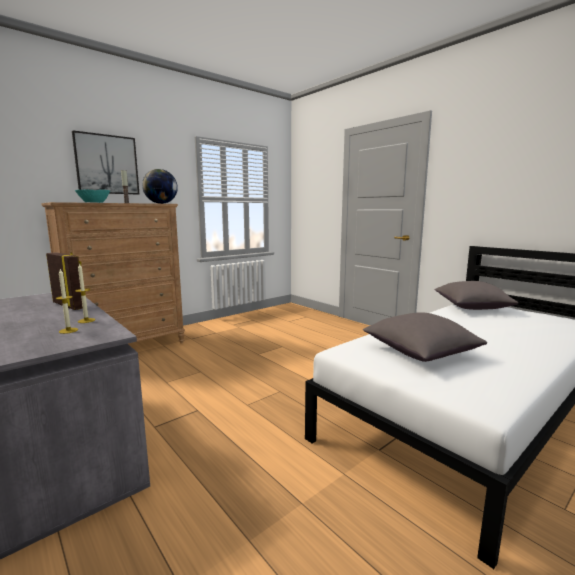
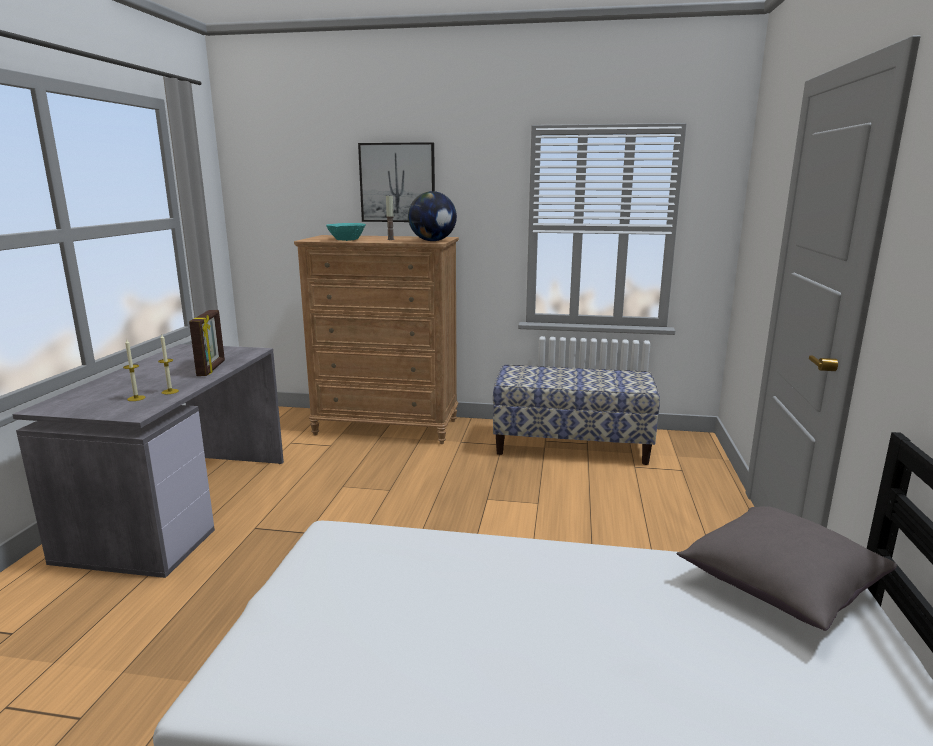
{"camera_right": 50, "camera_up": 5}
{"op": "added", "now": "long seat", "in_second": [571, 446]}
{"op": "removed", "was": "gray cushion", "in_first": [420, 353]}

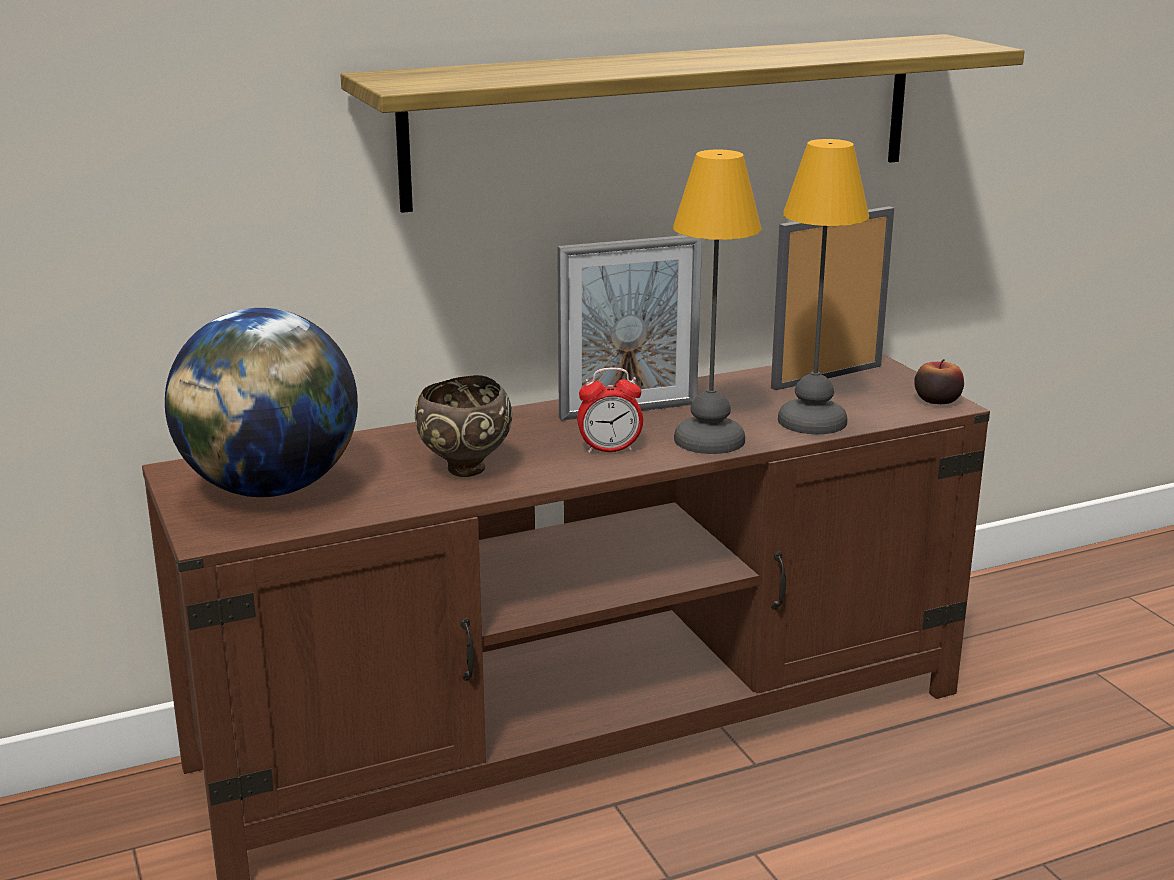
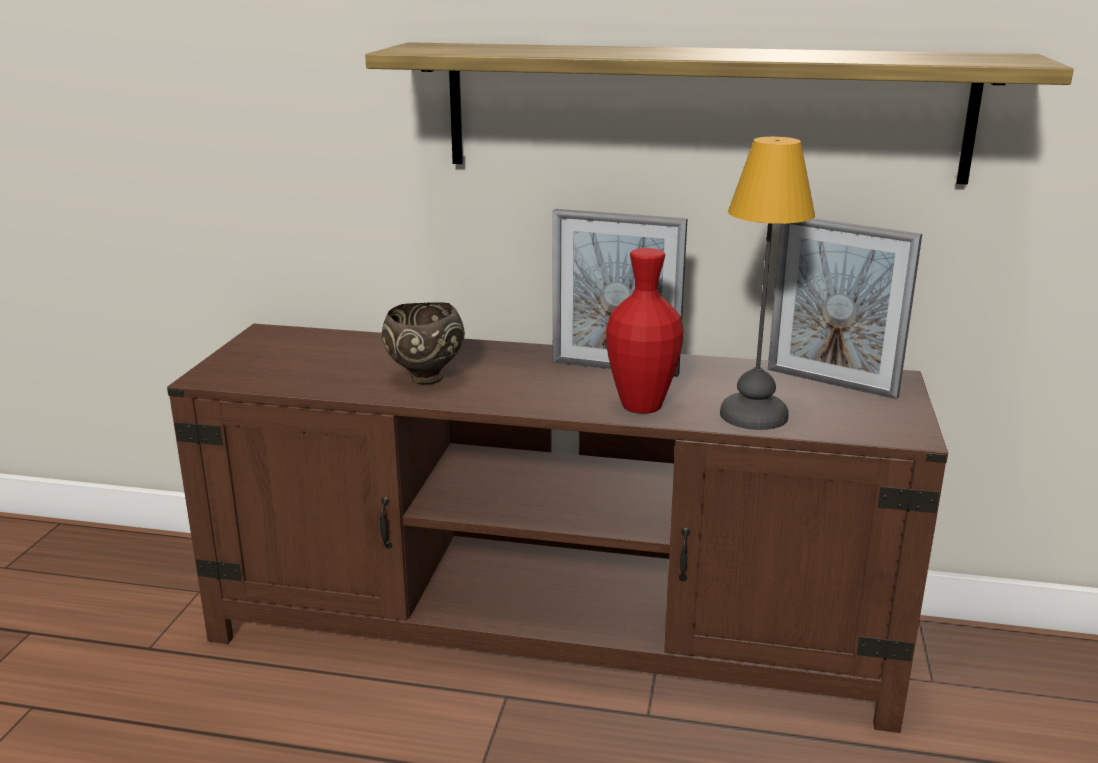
{"camera_right": 35, "camera_up": 0}
{"op": "replaced", "was": "table lamp", "now": "red vase", "in_first": [711, 439], "in_second": [641, 407]}
{"op": "turned", "was": "standing frame", "in_first": [826, 376], "in_second": [831, 383], "clockwise": -150}
{"op": "removed", "was": "desk globe", "in_first": [270, 489]}
{"op": "removed", "was": "bedside clock", "in_first": [609, 449]}
{"op": "removed", "was": "apple fruit", "in_first": [937, 400]}

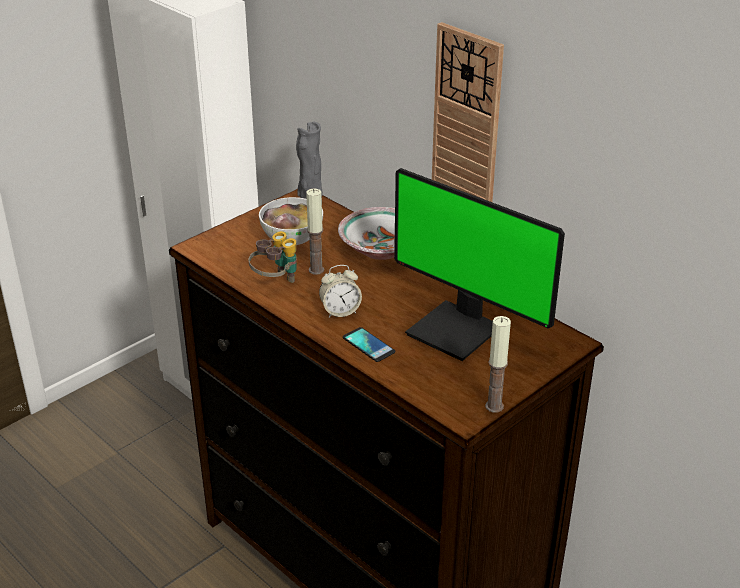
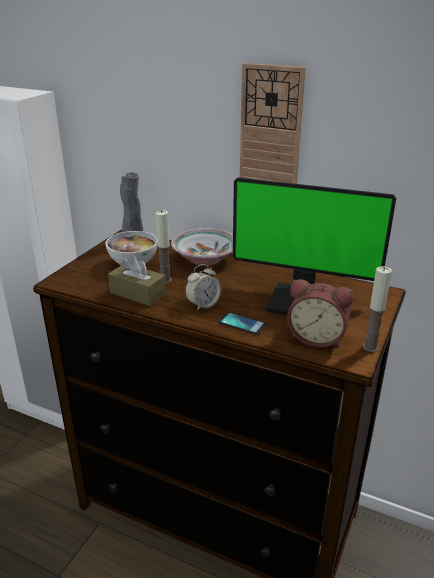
{"camera_right": -20, "camera_up": -5}
{"op": "replaced", "was": "binoculars", "now": "brownish tissue box", "in_first": [276, 281], "in_second": [138, 293]}
{"op": "added", "now": "bedside clock", "in_second": [317, 337]}

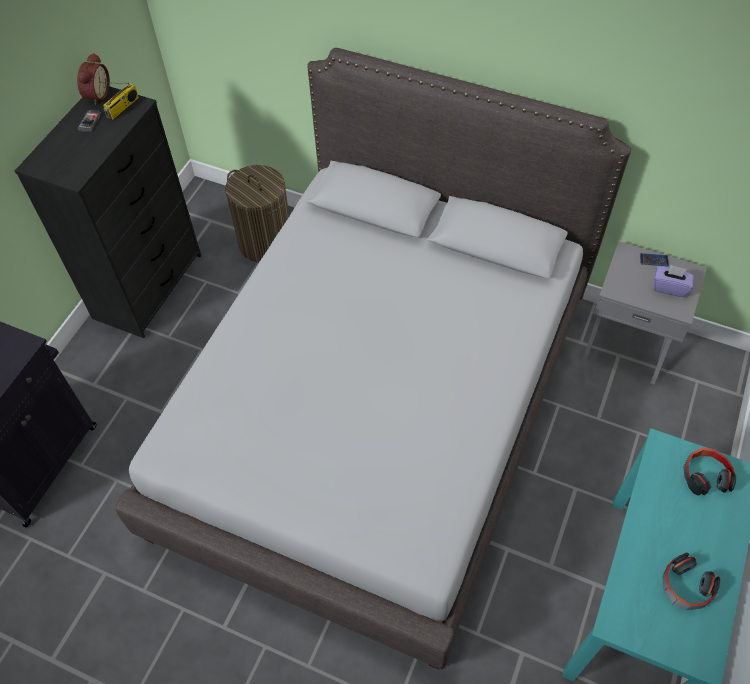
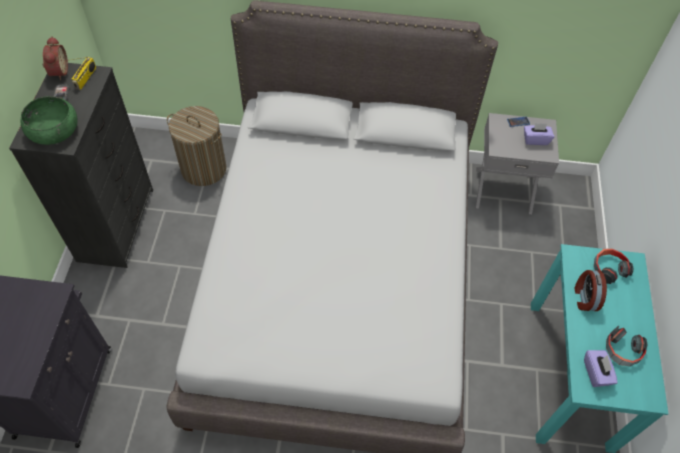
{"camera_right": -20, "camera_up": 0}
{"op": "added", "now": "greenish deep dish", "in_second": [53, 130]}
{"op": "added", "now": "bedside clock", "in_second": [584, 298]}
{"op": "added", "now": "purple-coloured tissue box", "in_second": [596, 373]}

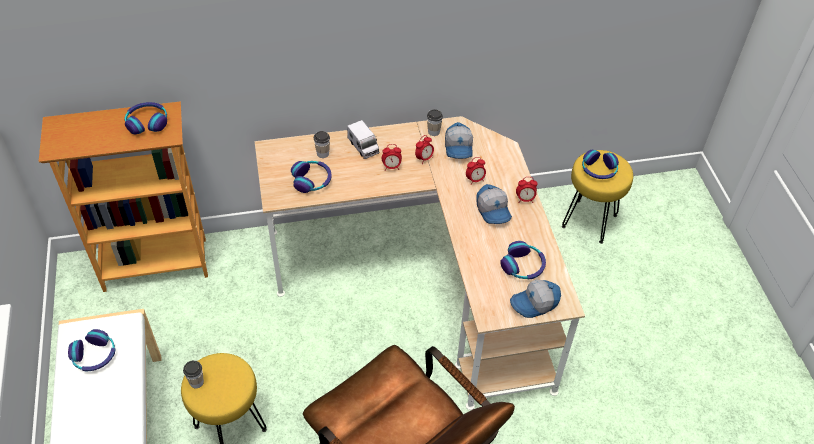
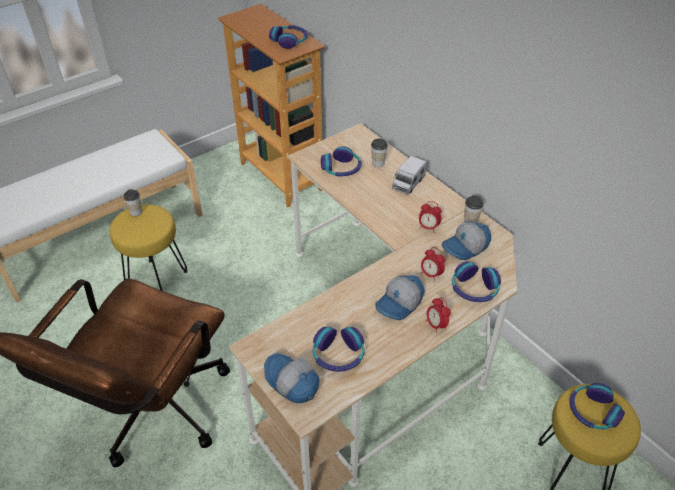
{"camera_right": 65, "camera_up": -5}
{"op": "moved", "was": "pair of headphones", "in_first": [94, 355], "in_second": [474, 289]}
{"op": "removed", "was": "bedside clock", "in_first": [391, 167]}

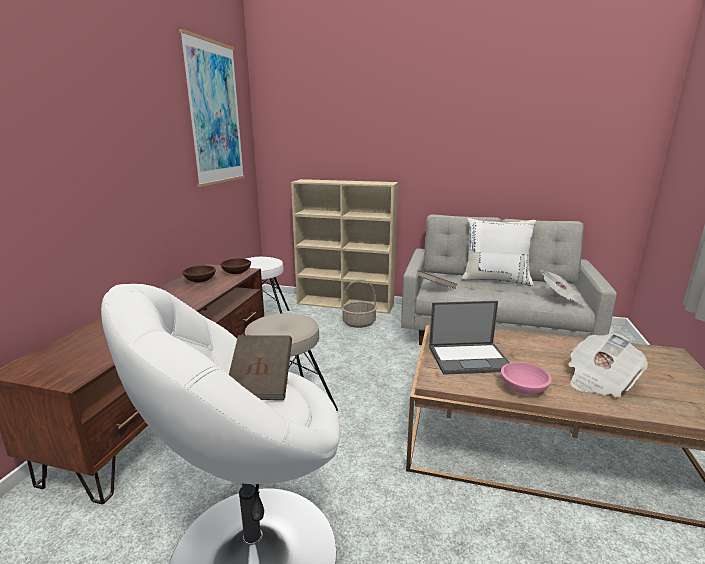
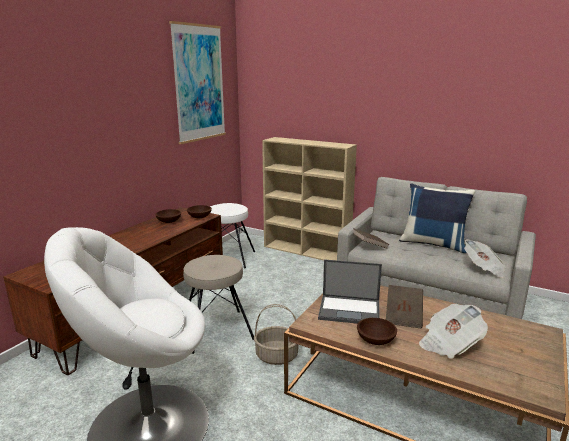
{"camera_right": 15, "camera_up": 0}
{"op": "moved", "was": "basket", "in_first": [359, 323], "in_second": [277, 356]}
{"op": "recoloured", "was": "pink-coloured deep dish", "now": "brownish deep dish", "in_first": [524, 389], "in_second": [376, 340]}
{"op": "moved", "was": "brownish volume", "in_first": [262, 382], "in_second": [403, 316]}
{"op": "recoloured", "was": "white-coloured cushion", "now": "blue cushion", "in_first": [495, 280], "in_second": [433, 244]}

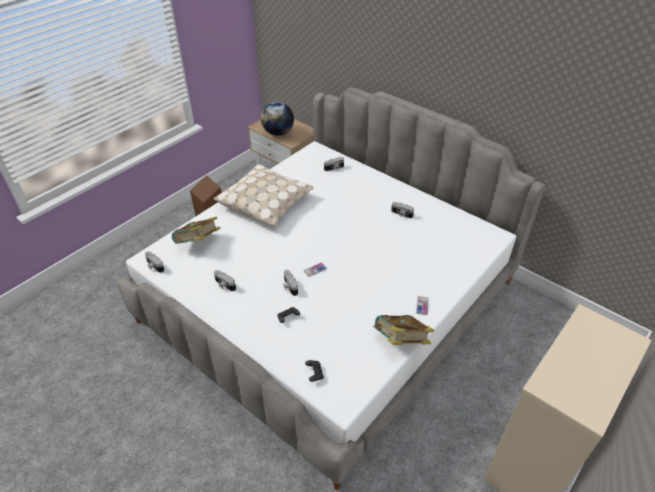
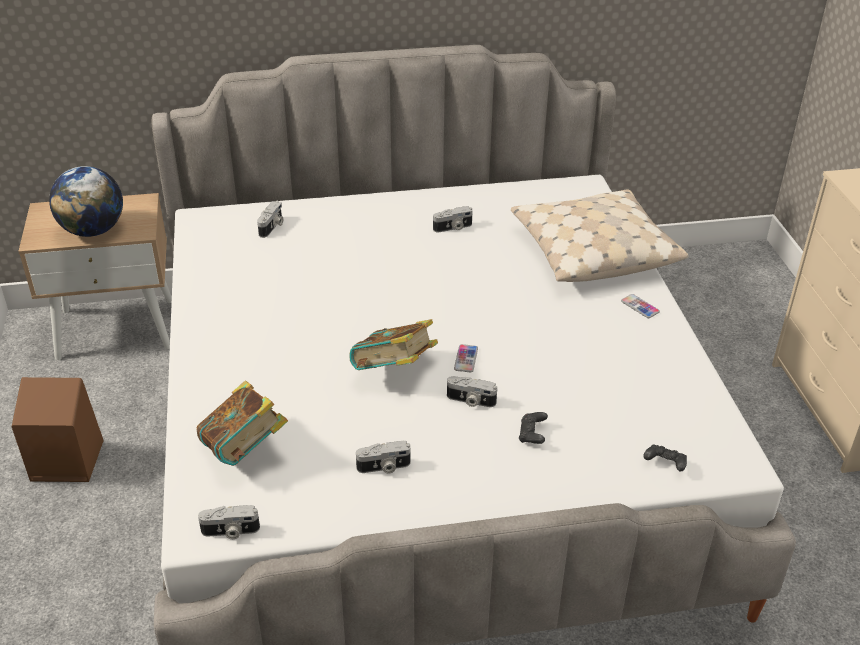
{"camera_right": -50, "camera_up": -5}
{"op": "moved", "was": "volume", "in_first": [400, 341], "in_second": [394, 371]}
{"op": "moved", "was": "sand-coloured cushion", "in_first": [265, 202], "in_second": [593, 251]}

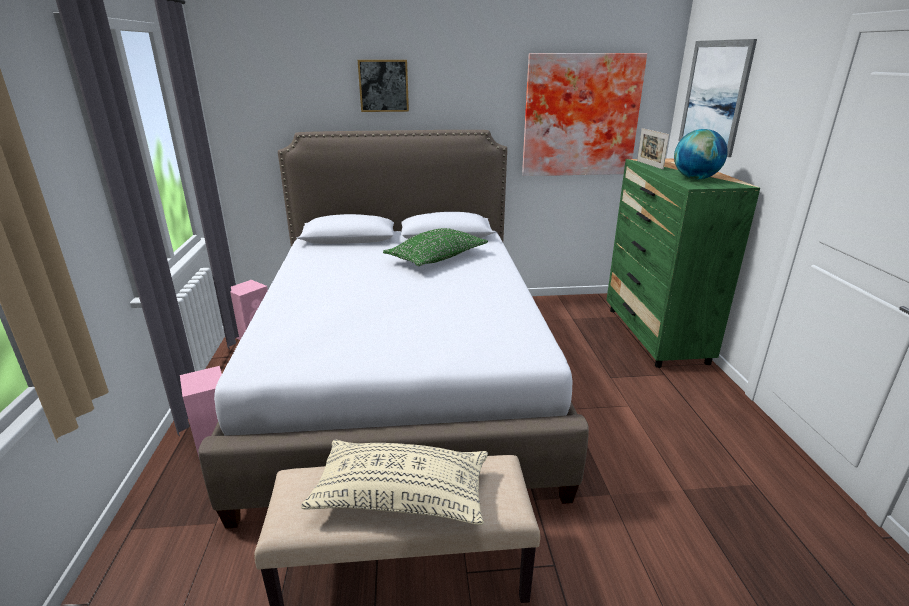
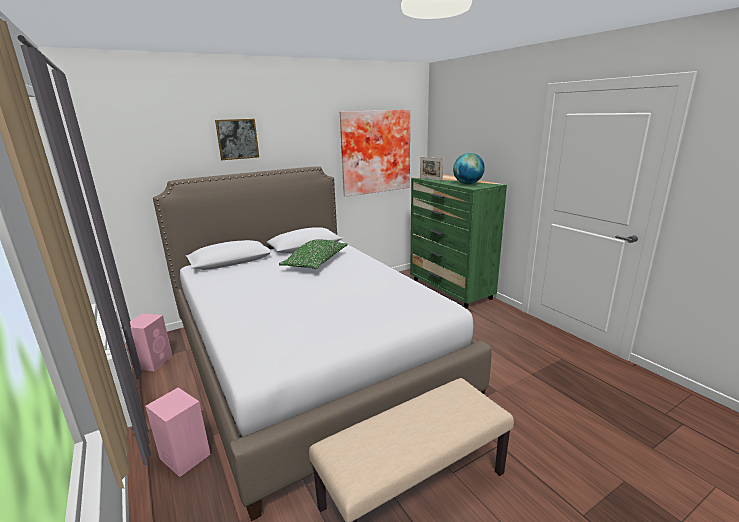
{"camera_right": -25, "camera_up": -5}
{"op": "removed", "was": "sand-coloured cushion", "in_first": [401, 495]}
{"op": "removed", "was": "picture", "in_first": [714, 96]}

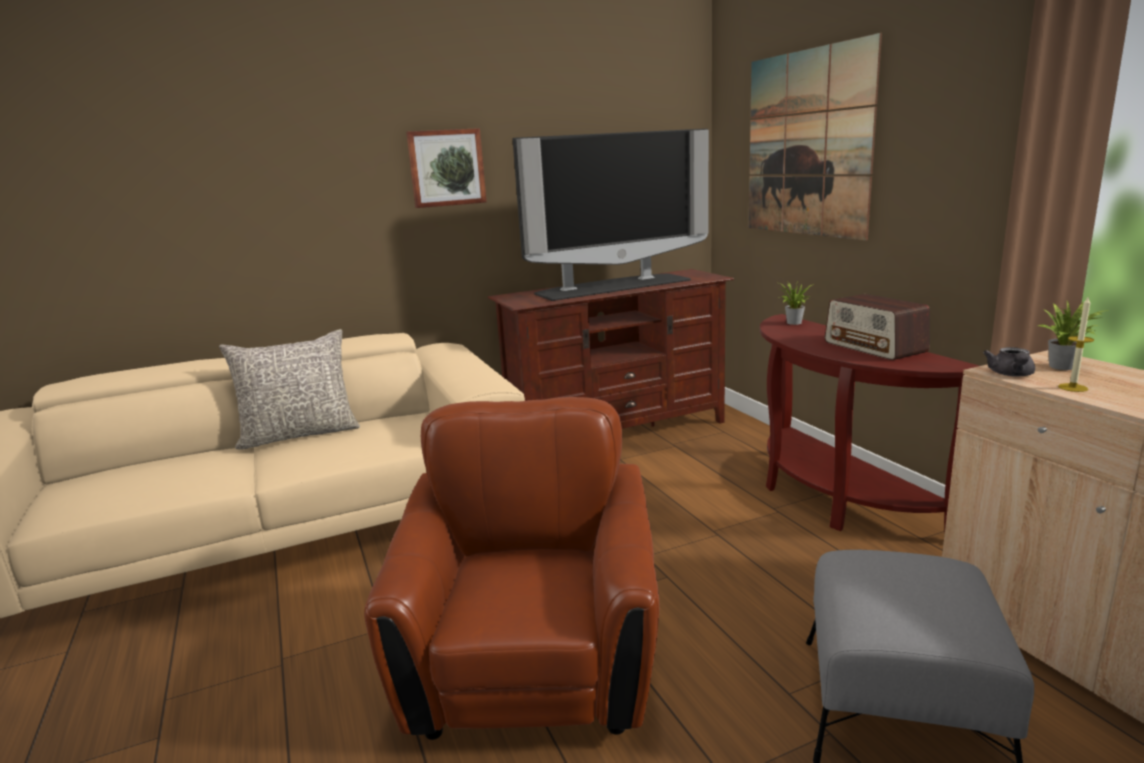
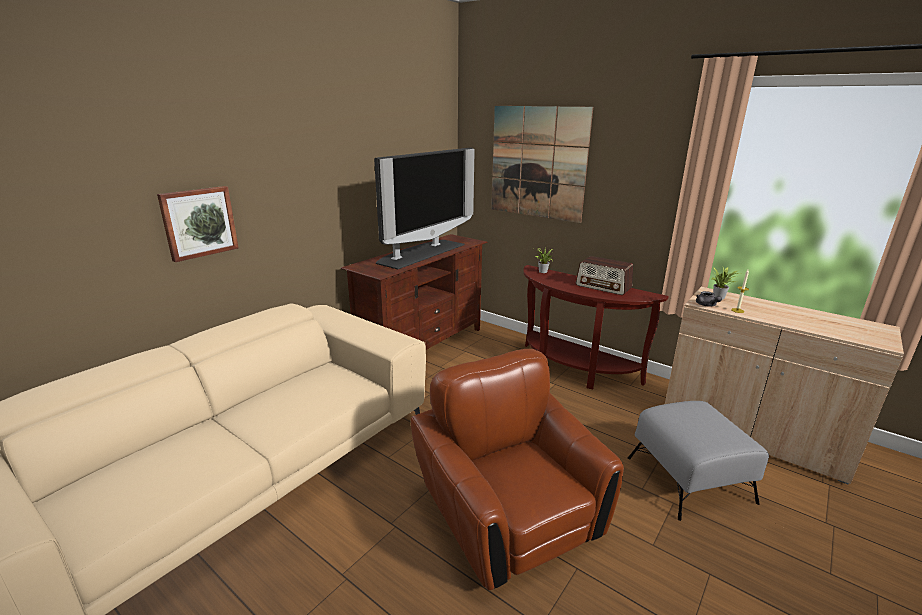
{"camera_right": -30, "camera_up": 5}
{"op": "moved", "was": "picture", "in_first": [446, 168], "in_second": [199, 222]}
{"op": "removed", "was": "gray cushion", "in_first": [299, 434]}

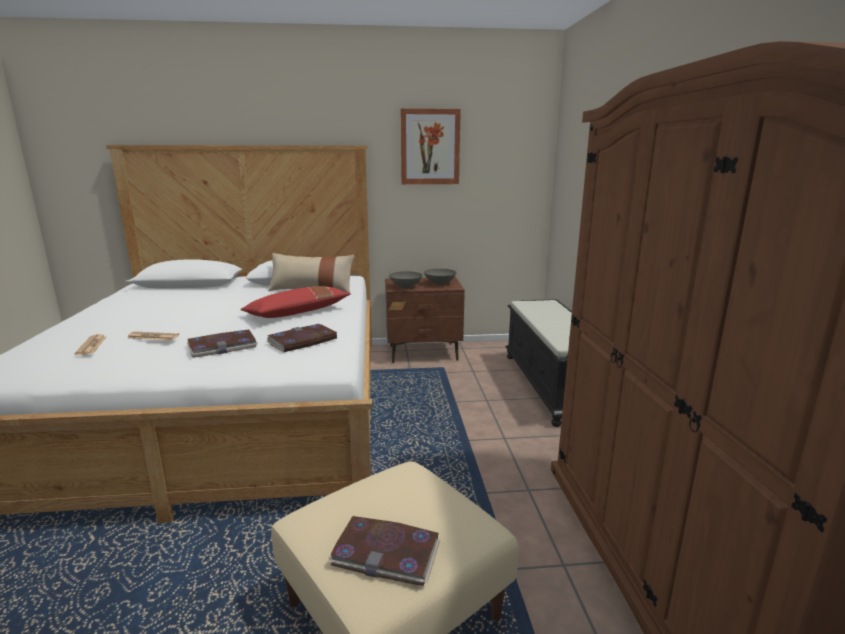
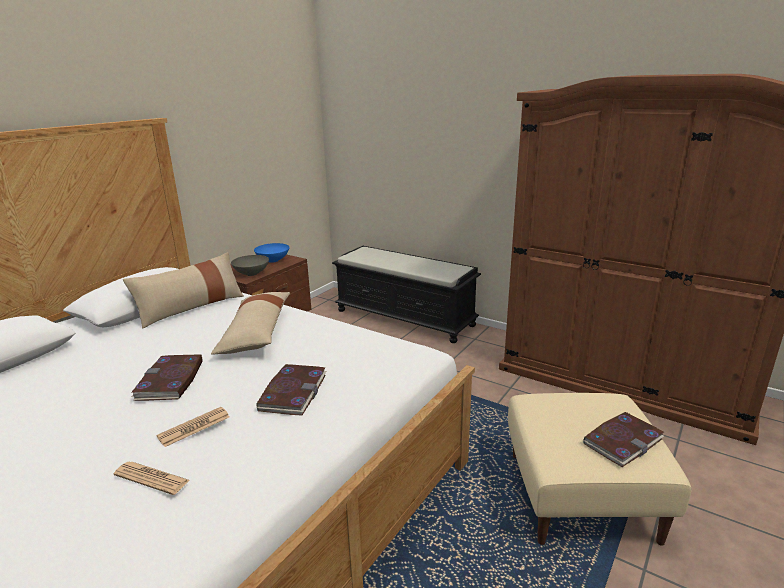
{"camera_right": -50, "camera_up": 5}
{"op": "moved", "was": "volume", "in_first": [302, 341], "in_second": [170, 380]}
{"op": "recoloured", "was": "red cushion", "now": "sand-coloured cushion", "in_first": [298, 313], "in_second": [256, 332]}
{"op": "recoloured", "was": "gray deep dish", "now": "blue deep dish", "in_first": [439, 284], "in_second": [273, 261]}
{"op": "removed", "was": "picture", "in_first": [430, 147]}

